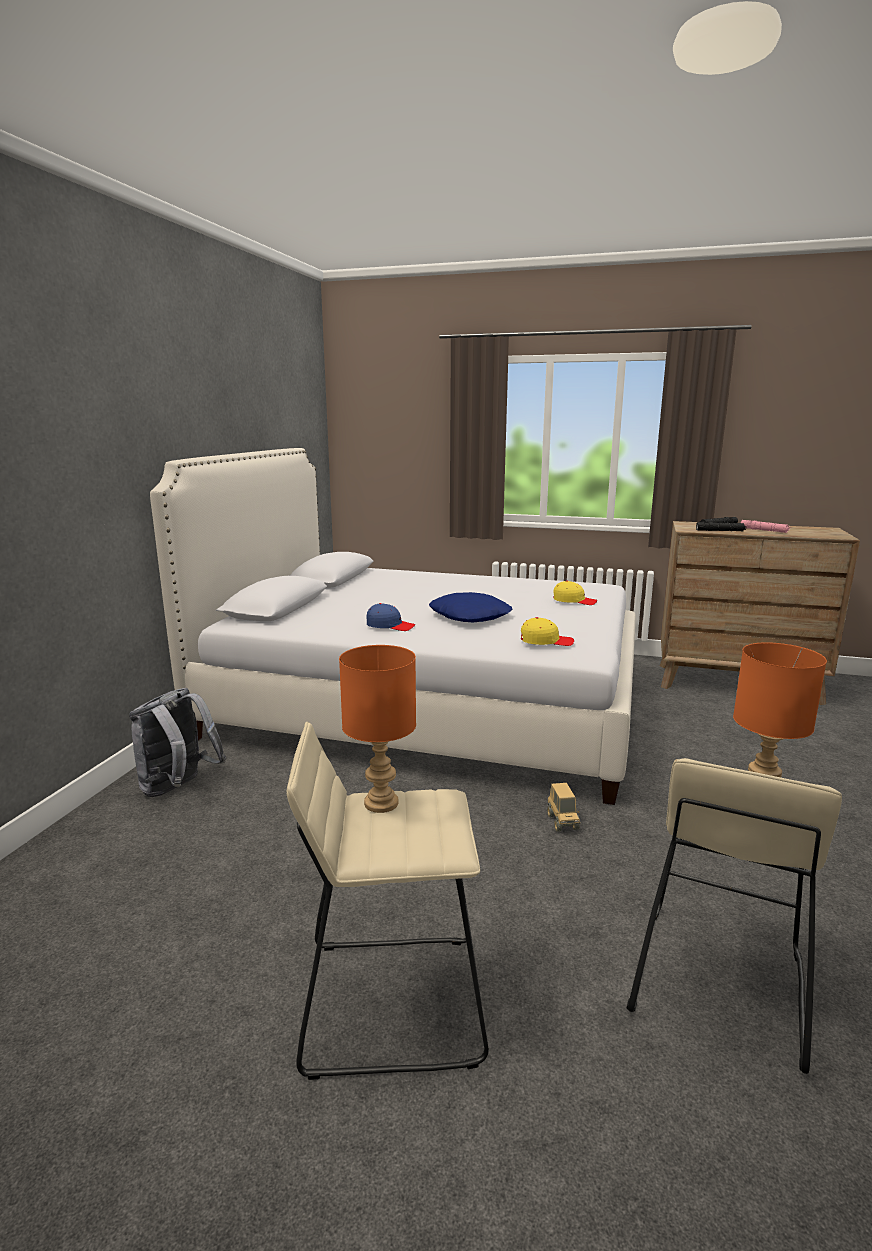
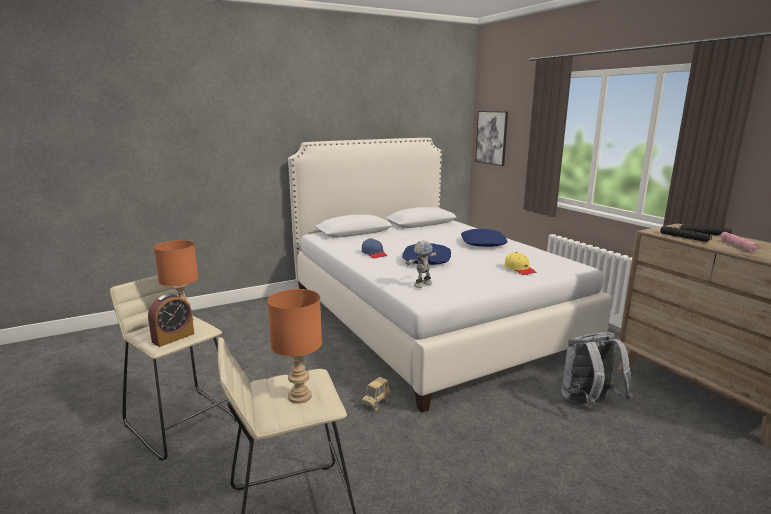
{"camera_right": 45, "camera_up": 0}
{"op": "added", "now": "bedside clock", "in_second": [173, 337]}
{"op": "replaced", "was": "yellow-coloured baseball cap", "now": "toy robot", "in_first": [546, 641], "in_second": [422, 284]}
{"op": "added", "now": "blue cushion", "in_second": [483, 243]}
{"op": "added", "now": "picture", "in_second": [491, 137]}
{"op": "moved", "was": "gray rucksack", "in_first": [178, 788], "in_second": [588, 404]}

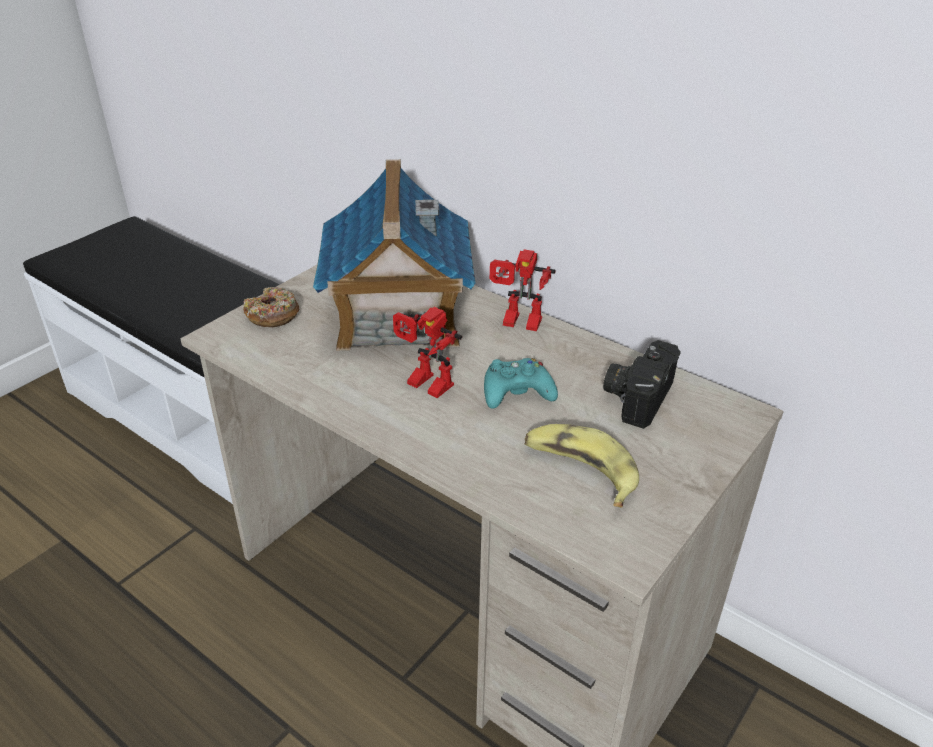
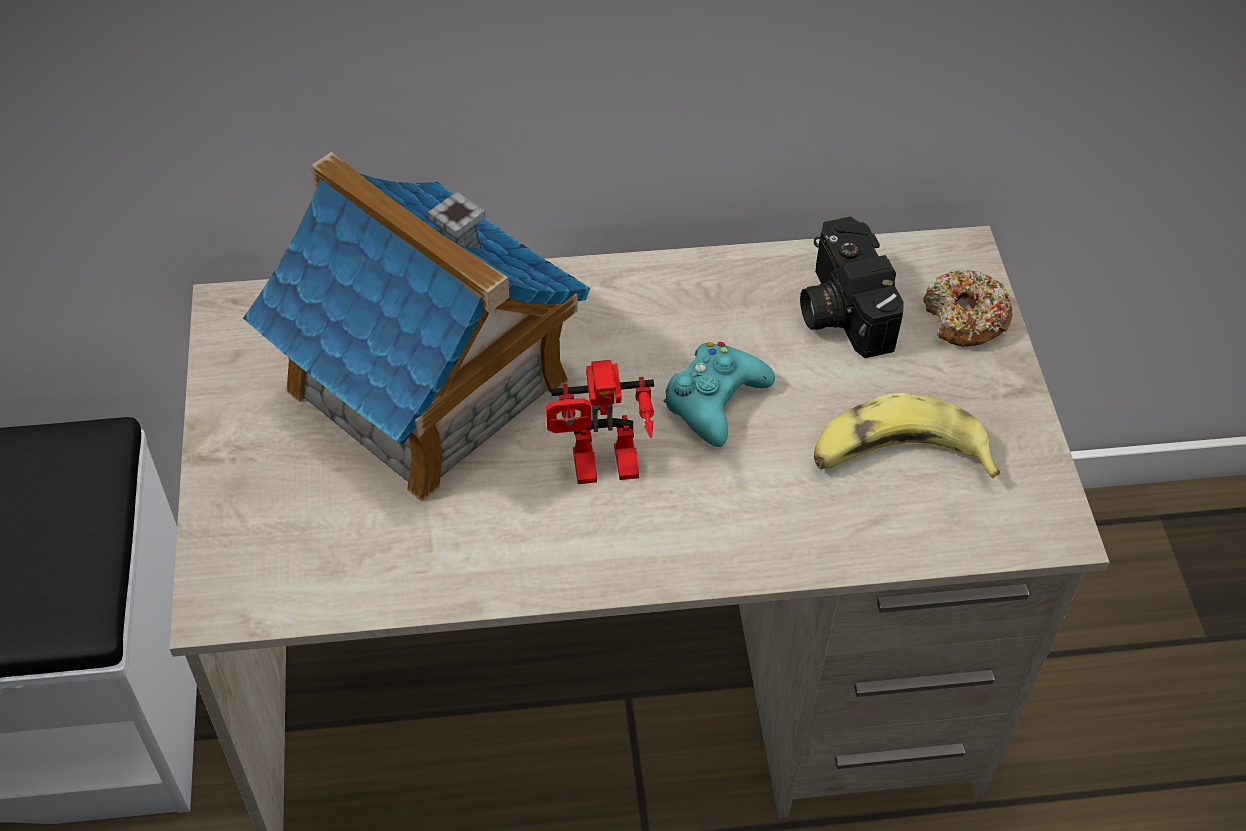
{"camera_right": -45, "camera_up": 15}
{"op": "moved", "was": "donut", "in_first": [272, 315], "in_second": [964, 319]}
{"op": "removed", "was": "toy robot", "in_first": [518, 324]}

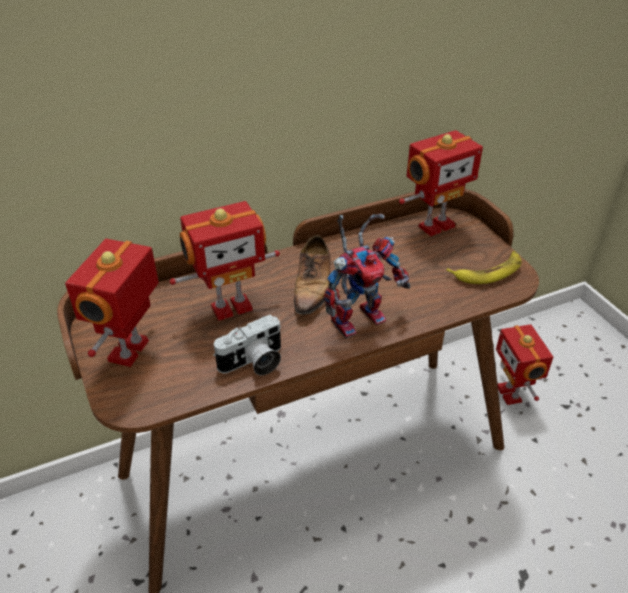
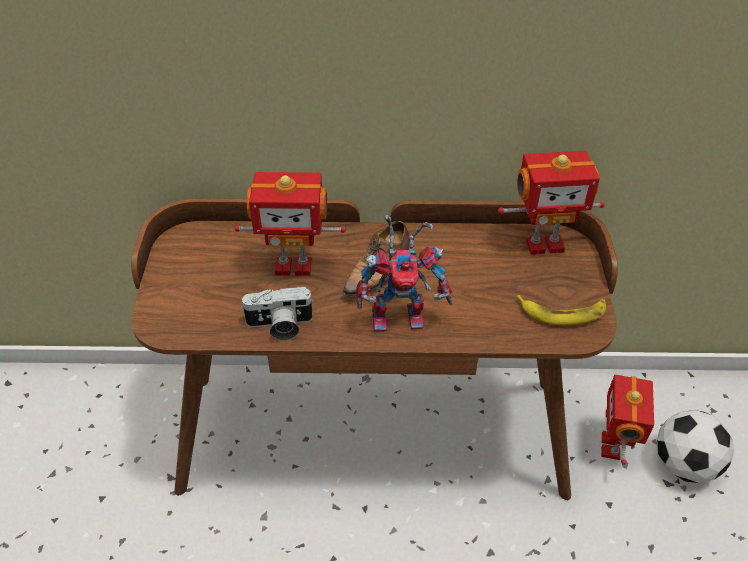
{"camera_right": 25, "camera_up": 5}
{"op": "added", "now": "football", "in_second": [684, 464]}
{"op": "removed", "was": "toy robot", "in_first": [131, 351]}

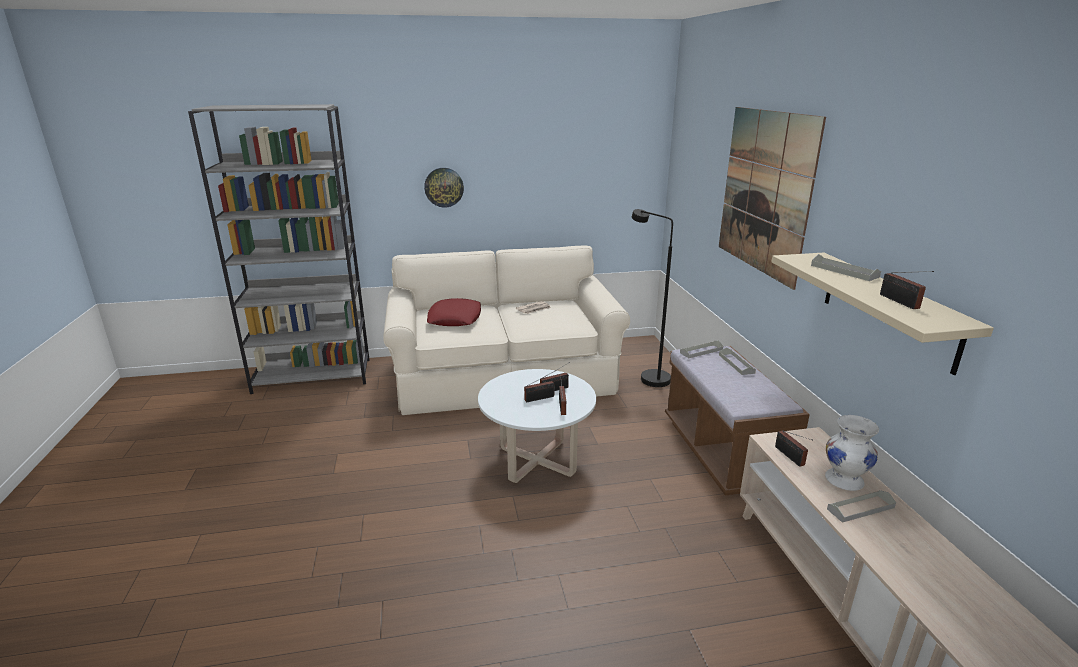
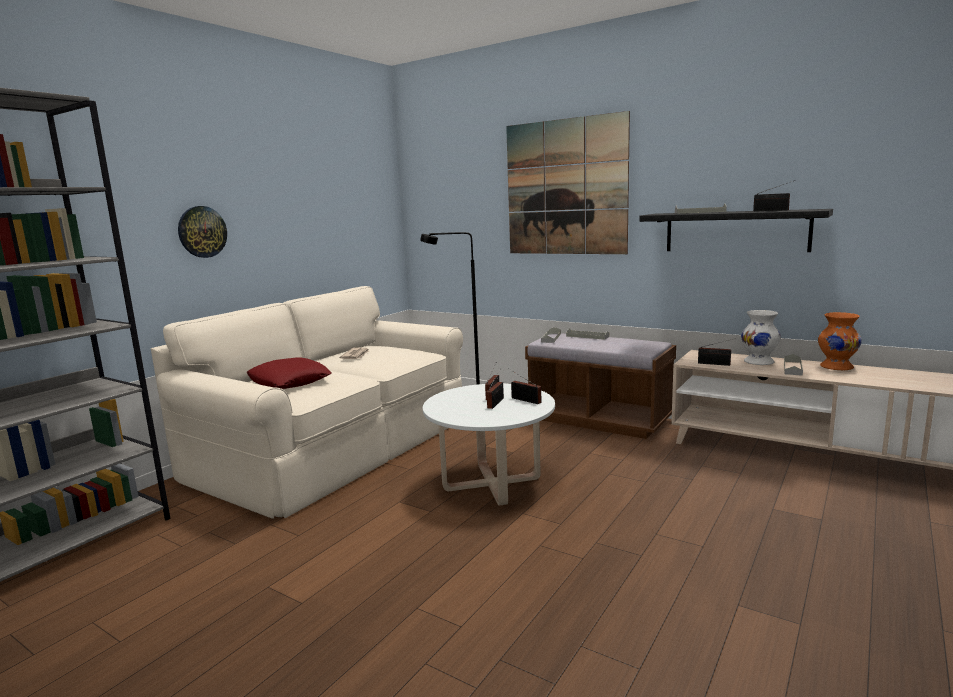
{"camera_right": -45, "camera_up": -10}
{"op": "recoloured", "was": "sand-coloured bracket shelf", "now": "black bracket shelf", "in_first": [888, 309], "in_second": [735, 231]}
{"op": "added", "now": "orange vase", "in_second": [836, 367]}

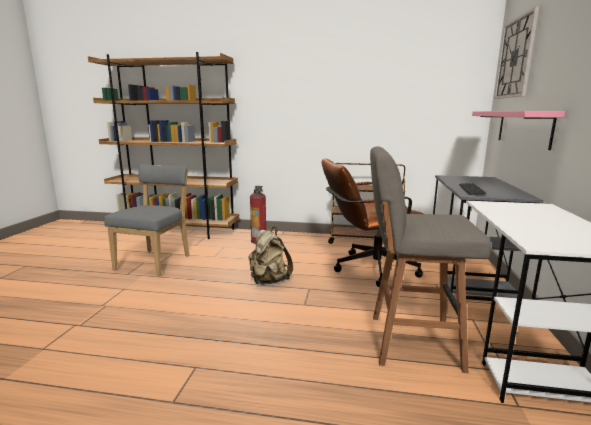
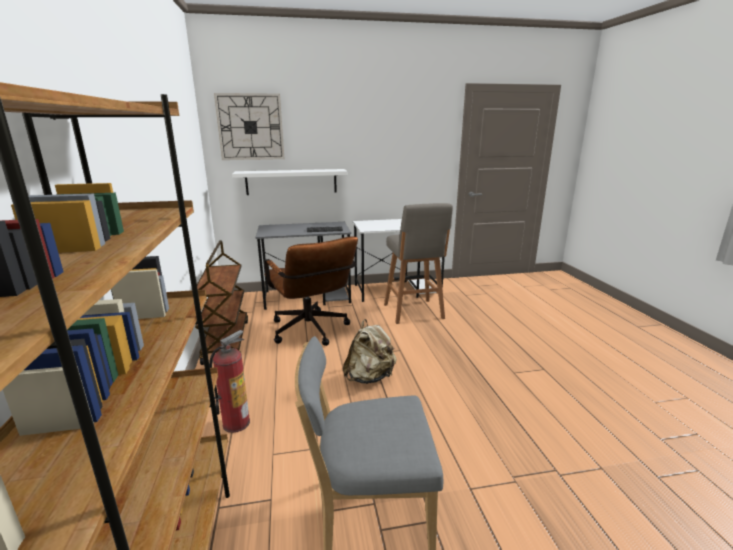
{"camera_right": -110, "camera_up": 5}
{"op": "recoloured", "was": "pink-coloured bracket shelf", "now": "white-coloured bracket shelf", "in_first": [523, 128], "in_second": [291, 182]}

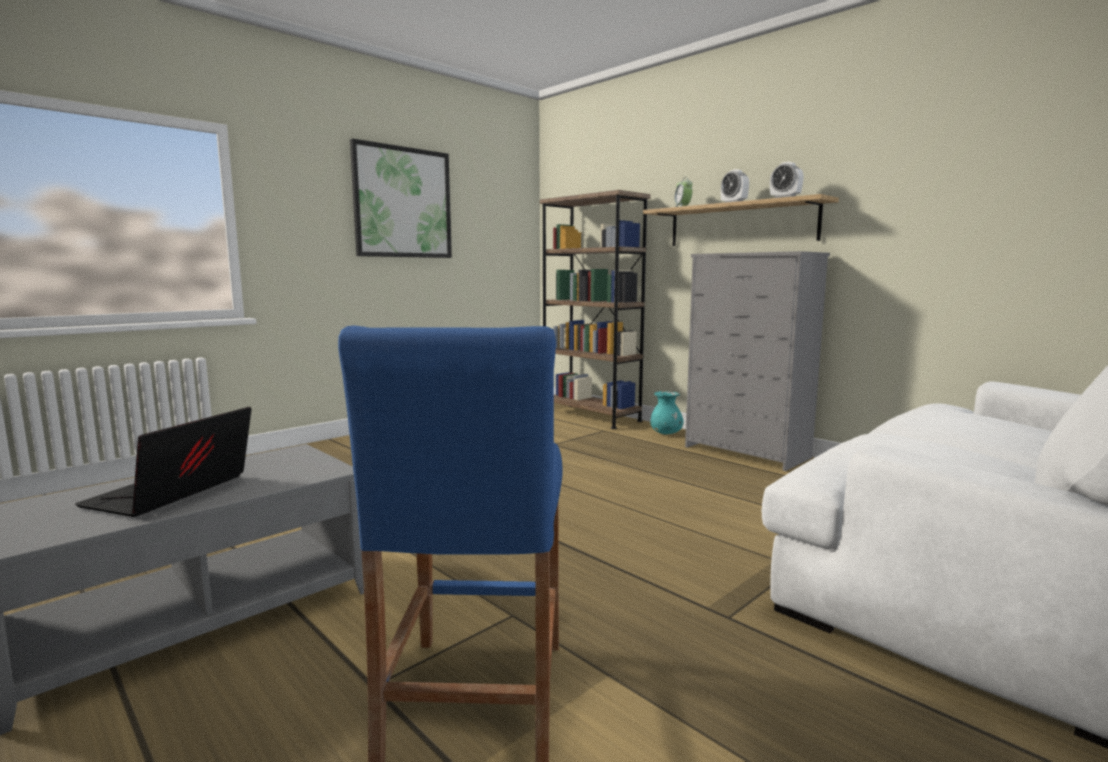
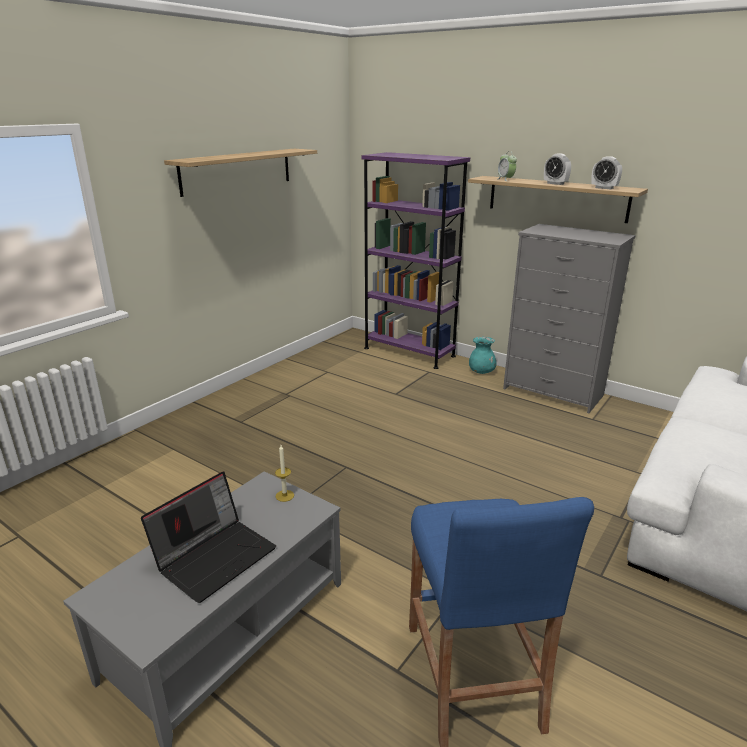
{"camera_right": -10, "camera_up": 15}
{"op": "turned", "was": "portable computer", "in_first": [171, 494], "in_second": [215, 556], "clockwise": -150}
{"op": "replaced", "was": "picture", "now": "bracket shelf", "in_first": [403, 203], "in_second": [237, 171]}
{"op": "added", "now": "candle", "in_second": [284, 495]}
{"op": "recoloured", "was": "brownish shelving unit", "now": "purple-coloured shelving unit", "in_first": [590, 416], "in_second": [409, 352]}

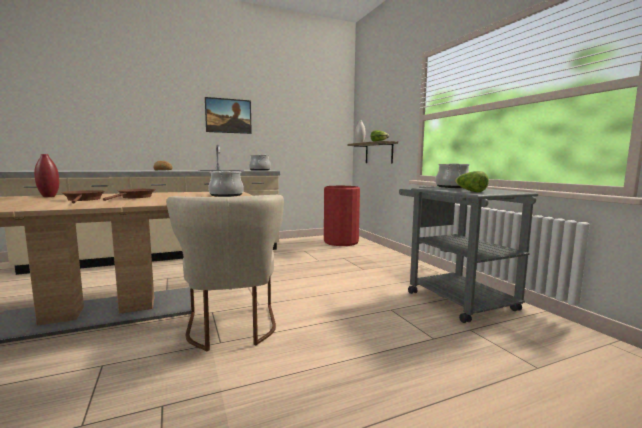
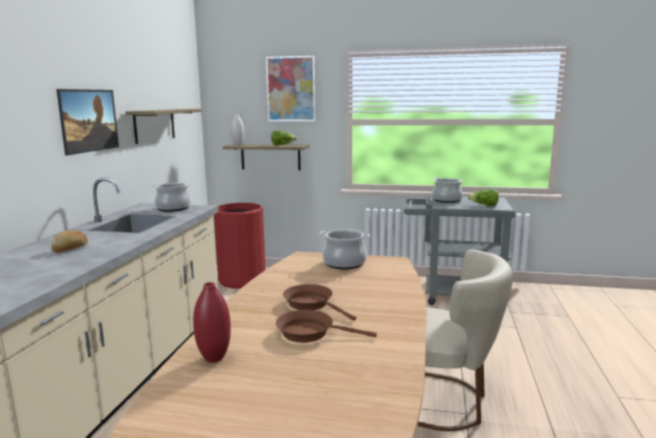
{"camera_right": -55, "camera_up": 5}
{"op": "added", "now": "bracket shelf", "in_second": [154, 125]}
{"op": "added", "now": "picture", "in_second": [291, 89]}

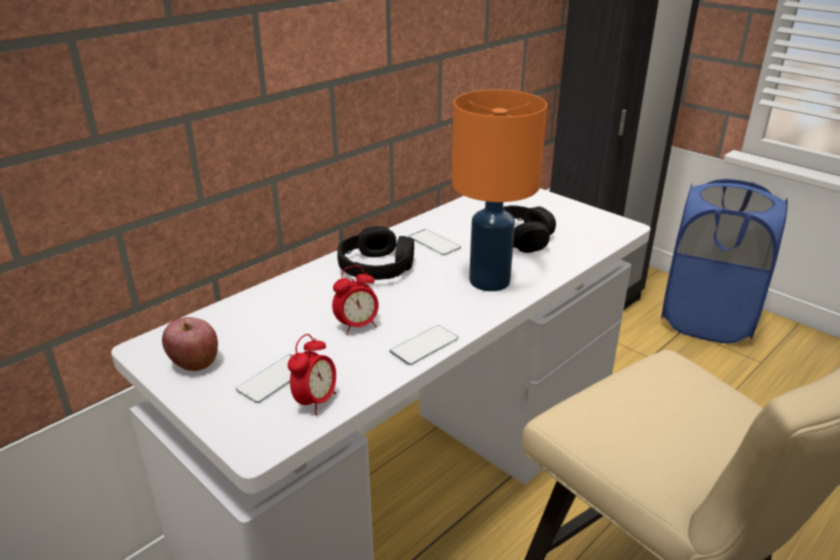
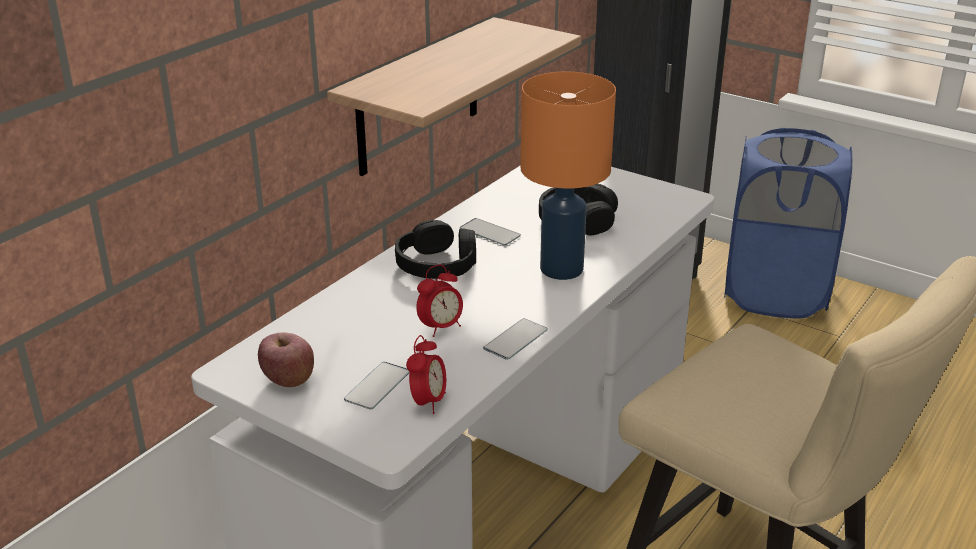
{"camera_right": -10, "camera_up": 0}
{"op": "added", "now": "bracket shelf", "in_second": [418, 97]}

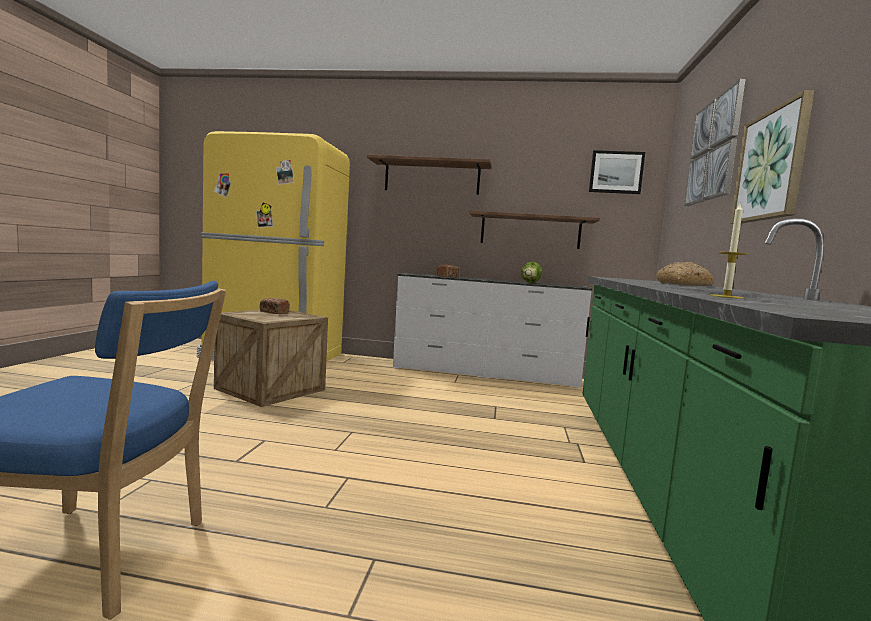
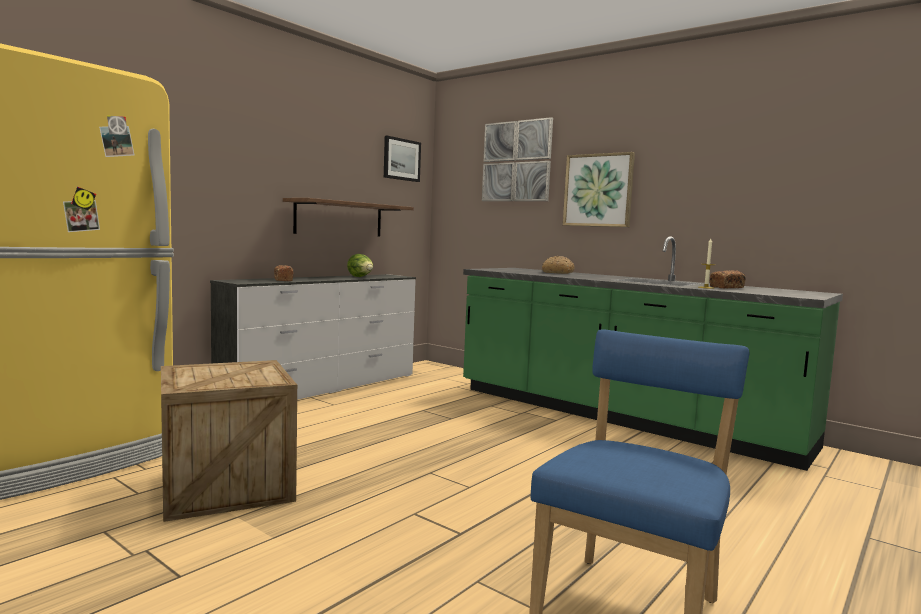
{"camera_right": -60, "camera_up": 0}
{"op": "moved", "was": "bread", "in_first": [274, 312], "in_second": [726, 287]}
{"op": "removed", "was": "bracket shelf", "in_first": [432, 178]}

